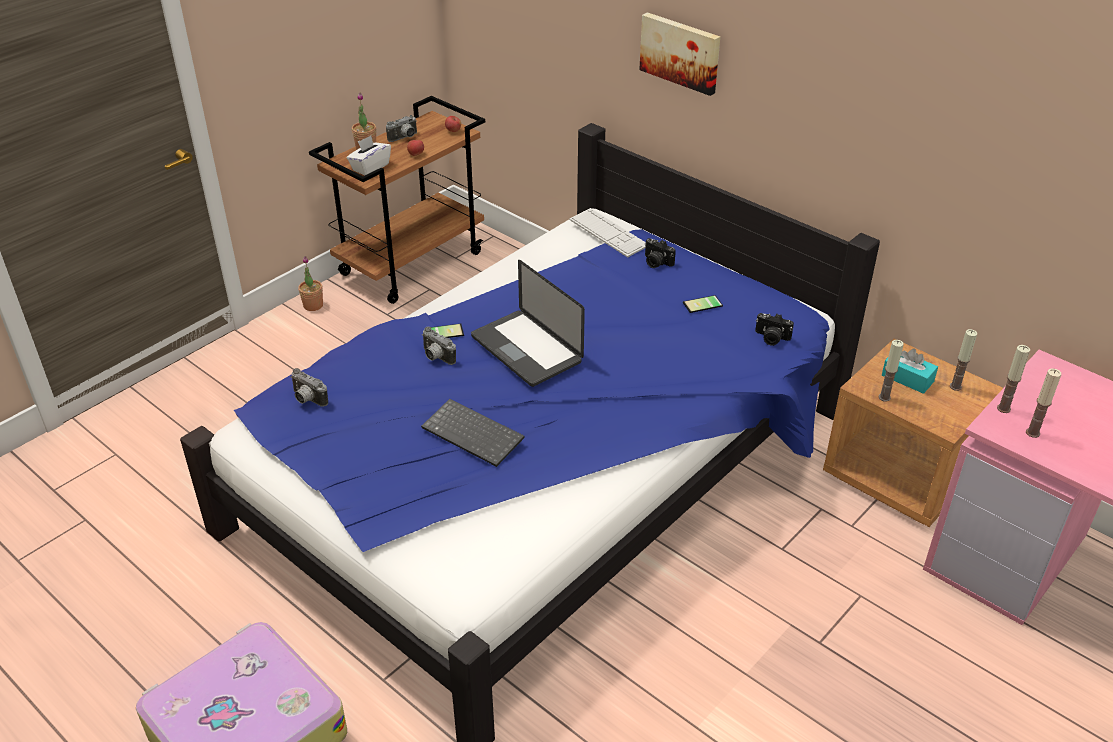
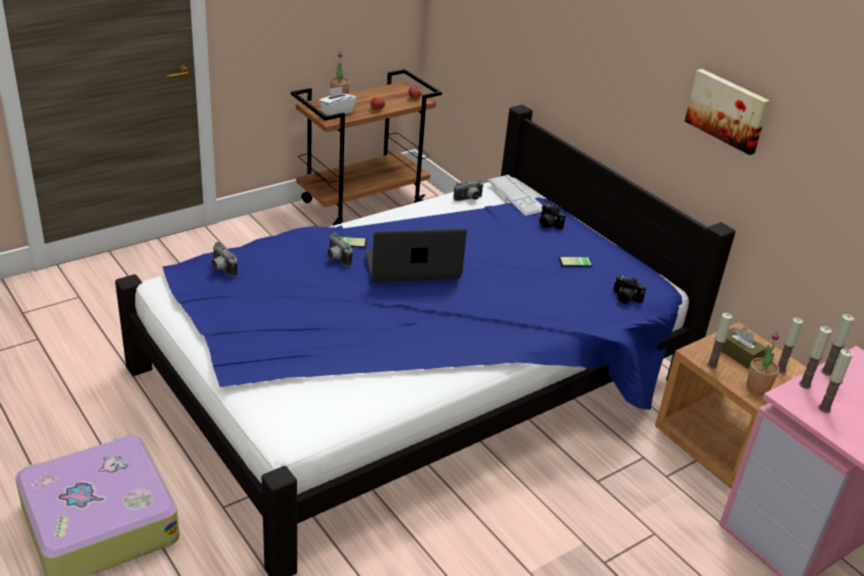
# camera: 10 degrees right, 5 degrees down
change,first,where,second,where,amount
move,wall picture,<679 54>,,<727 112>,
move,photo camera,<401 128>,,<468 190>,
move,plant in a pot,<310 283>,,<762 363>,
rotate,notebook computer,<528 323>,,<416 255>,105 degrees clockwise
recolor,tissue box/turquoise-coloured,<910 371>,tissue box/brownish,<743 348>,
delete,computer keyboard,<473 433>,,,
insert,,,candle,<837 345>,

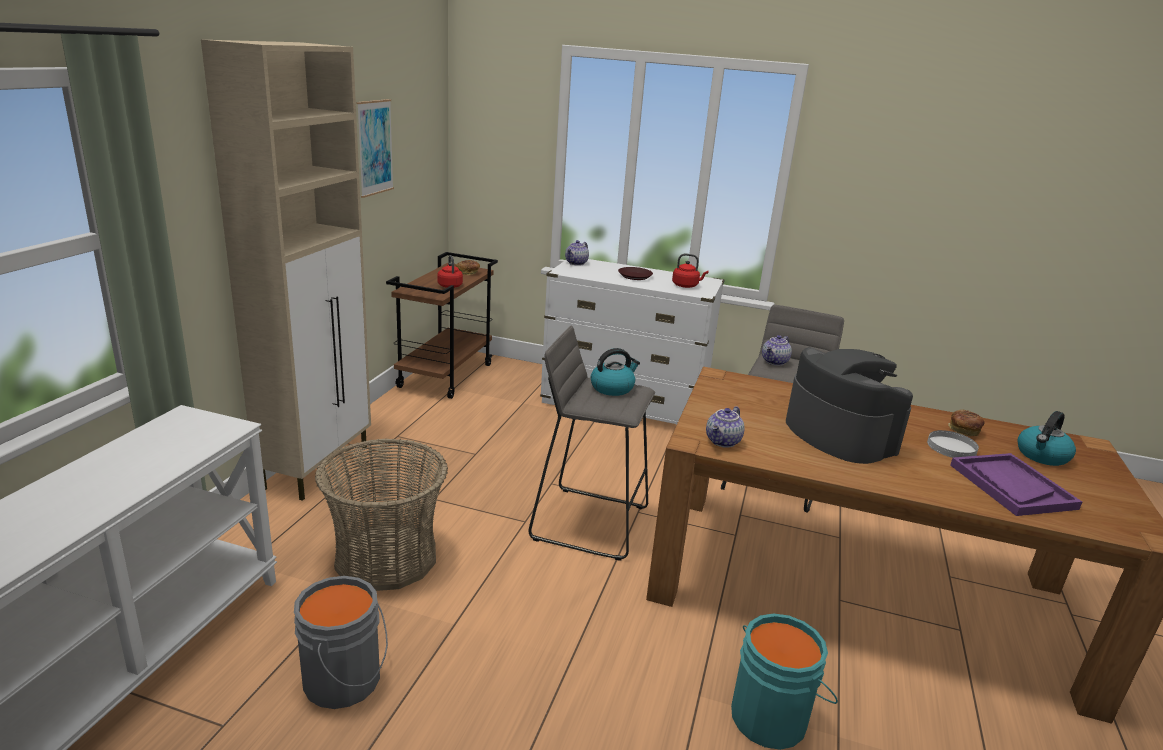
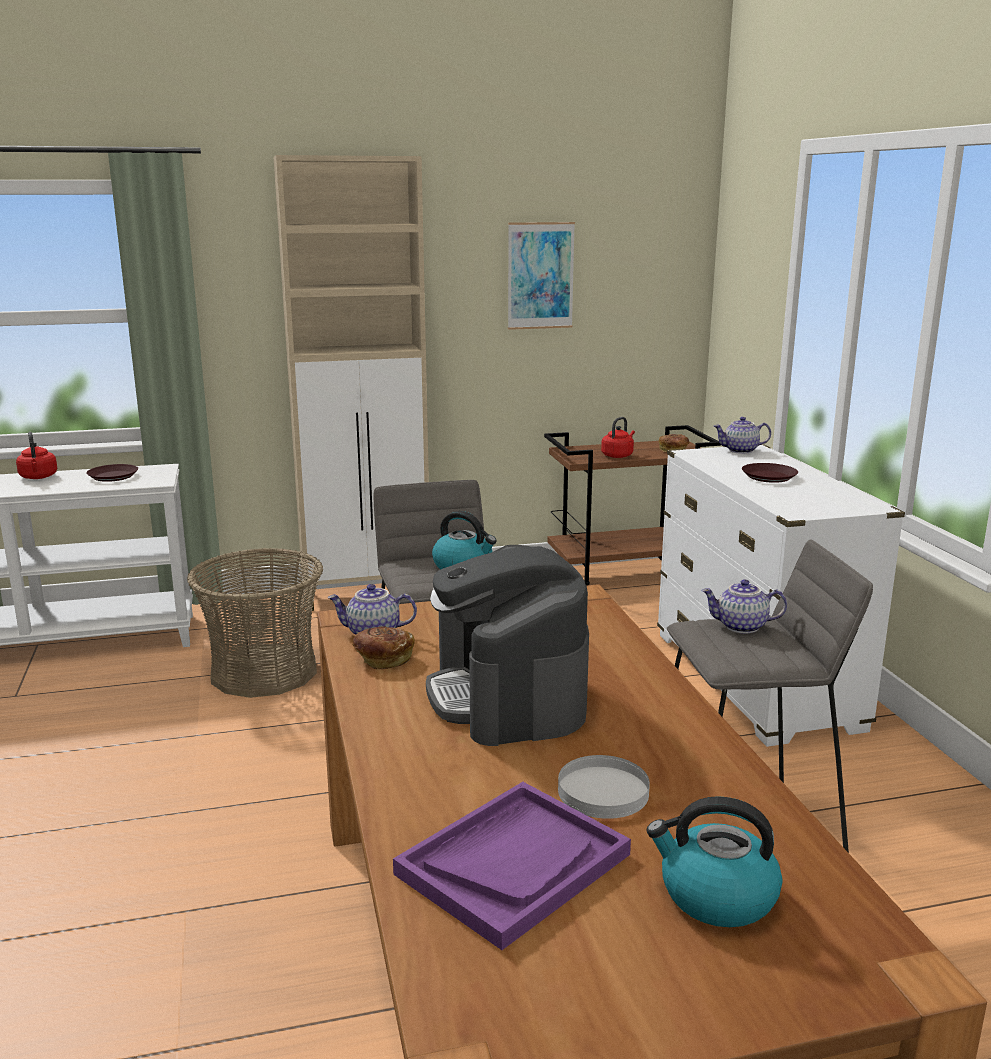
# camera: 60 degrees right, 5 degrees down
change,first,where,second,where,amount
move,tea kettle/red-coloured,<690 271>,,<36 455>,
rotate,coffee brewer,<849 405>,,<507 645>,135 degrees clockwise
move,bread,<966 423>,,<383 648>,
delete,bucket/grey,<341 642>,,,
delete,bucket/turquoise-coloured,<784 681>,,,
insert,,,flat dish/brownish,<112 473>,

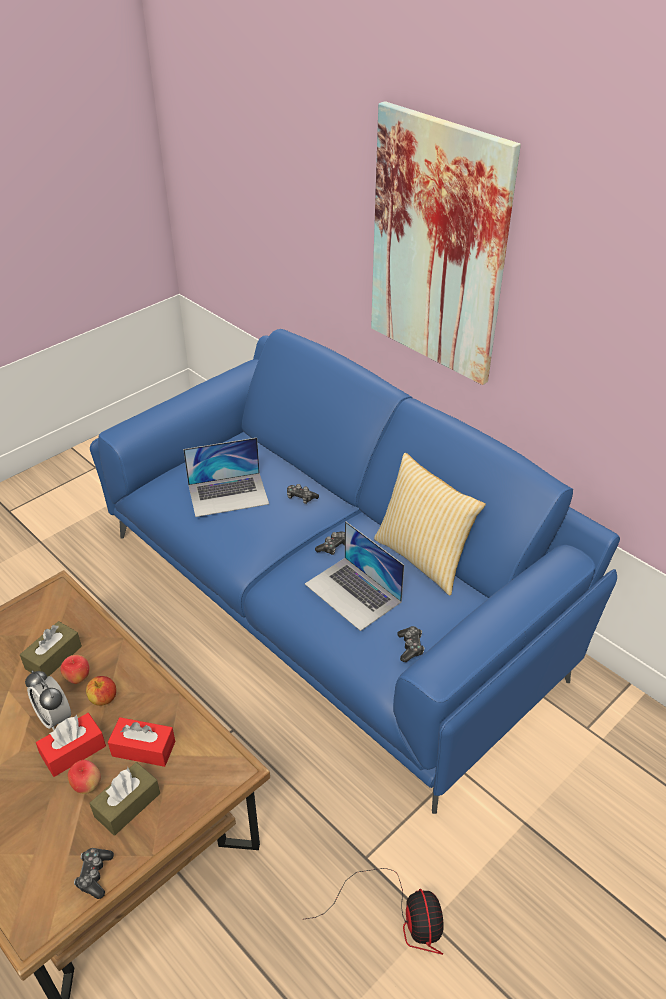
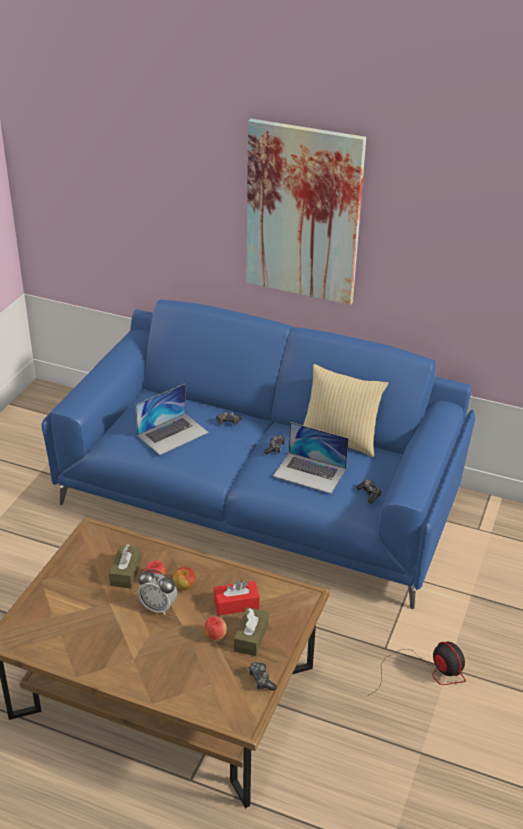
# camera: 25 degrees left, 5 degrees down
change,first,where,second,where,amount
delete,tissue box/red-coloured,<71 745>,,,

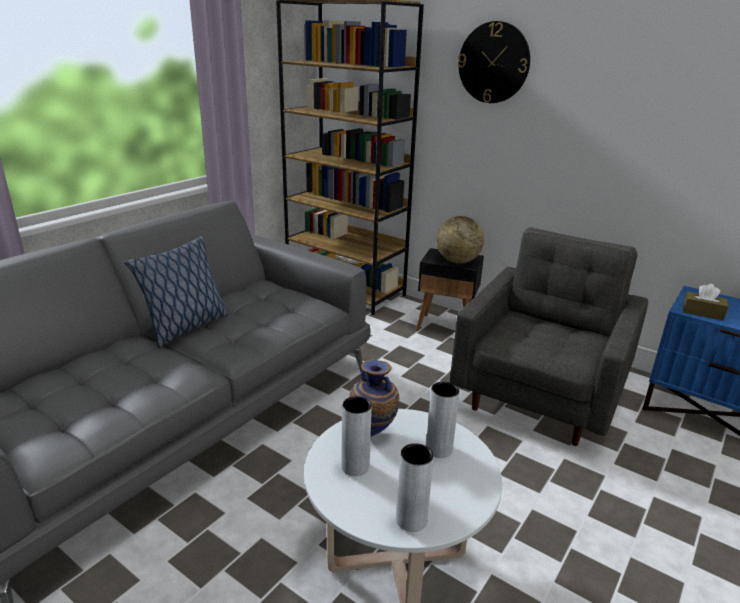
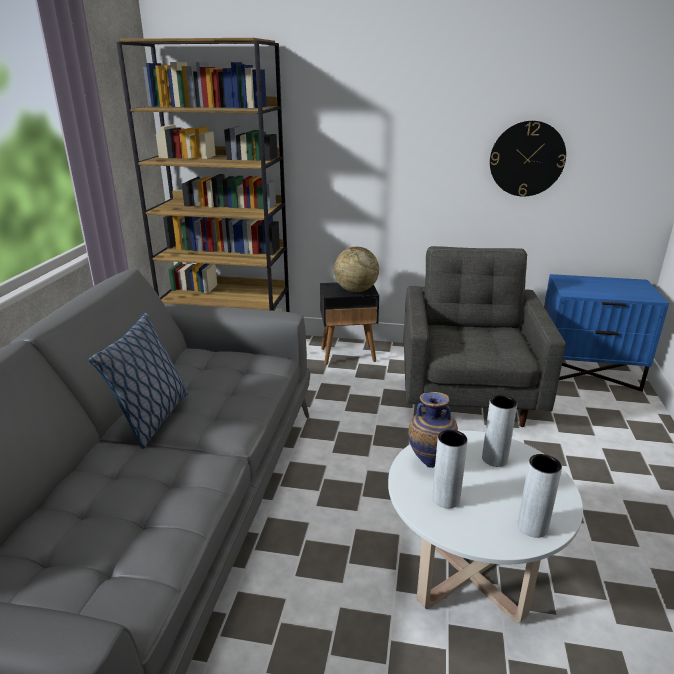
# camera: 25 degrees left, 0 degrees up
change,first,where,second,where,amount
move,clock on the wall,<494 62>,,<528 158>,
delete,tissue box/brownish,<706 302>,,,

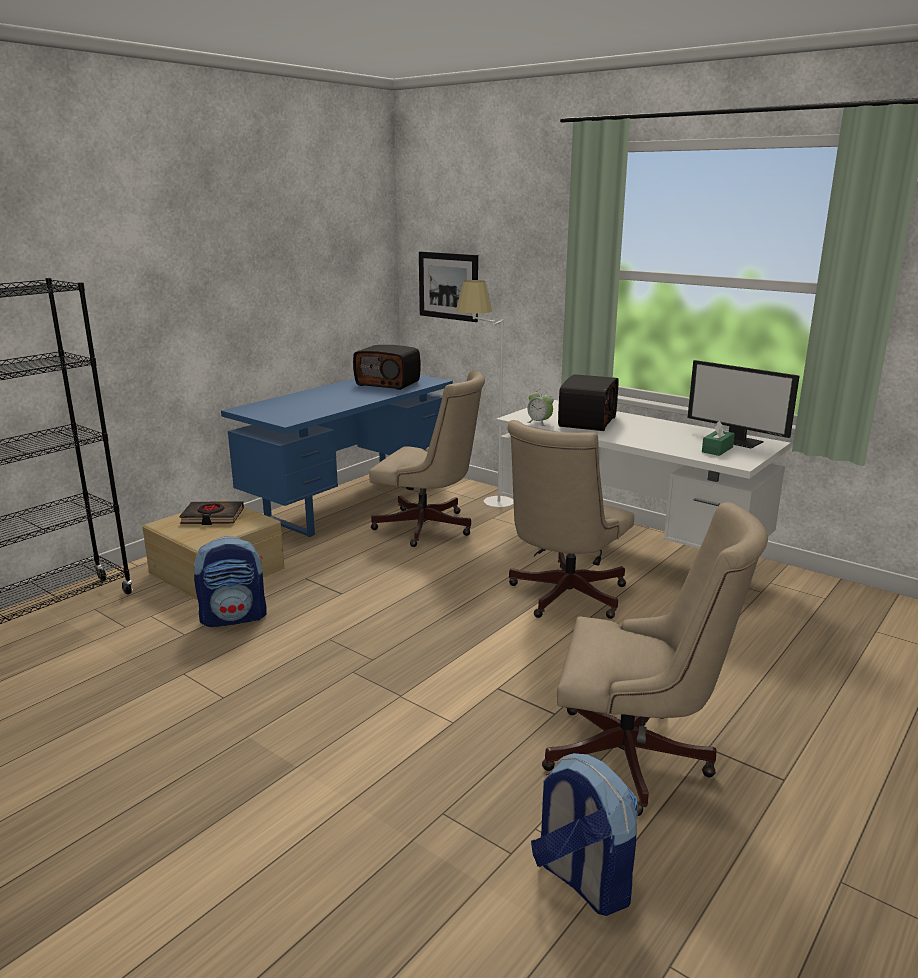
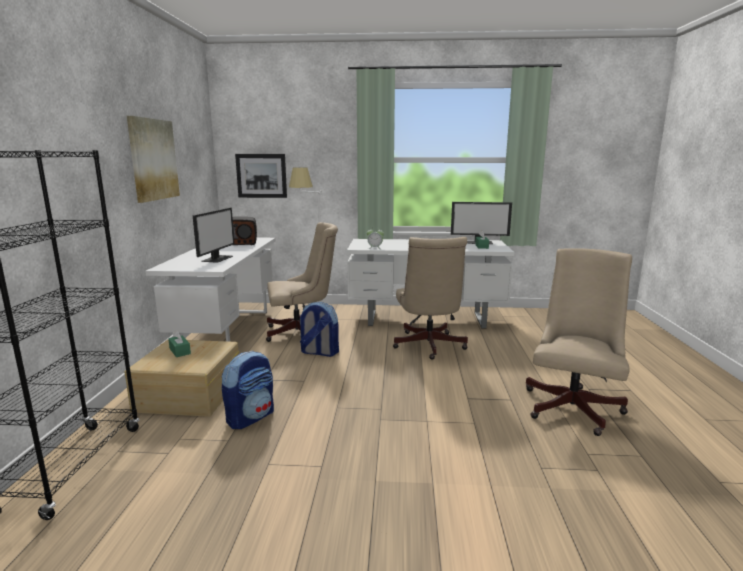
# camera: 35 degrees left, 5 degrees down
change,first,where,second,where,amount
delete,radio receiver,<588 402>,,,
recolor,desk/blue,<337 456>,desk/white,<210 289>,
replace,bound book/black,<211 513>,tissue box/green-coloured,<179 343>,
rotate,office chair/beige-coloured,<655 659>,,<579 342>,45 degrees counterclockwise
move,rucksack,<584 834>,,<319 329>,
insert,,,wall picture,<153 159>,
insert,,,computer screen,<213 235>,

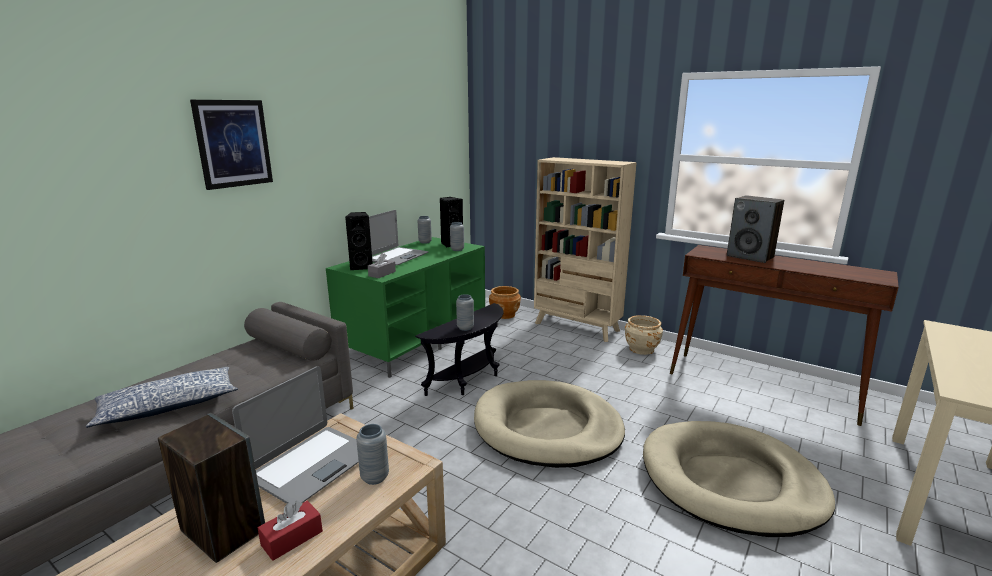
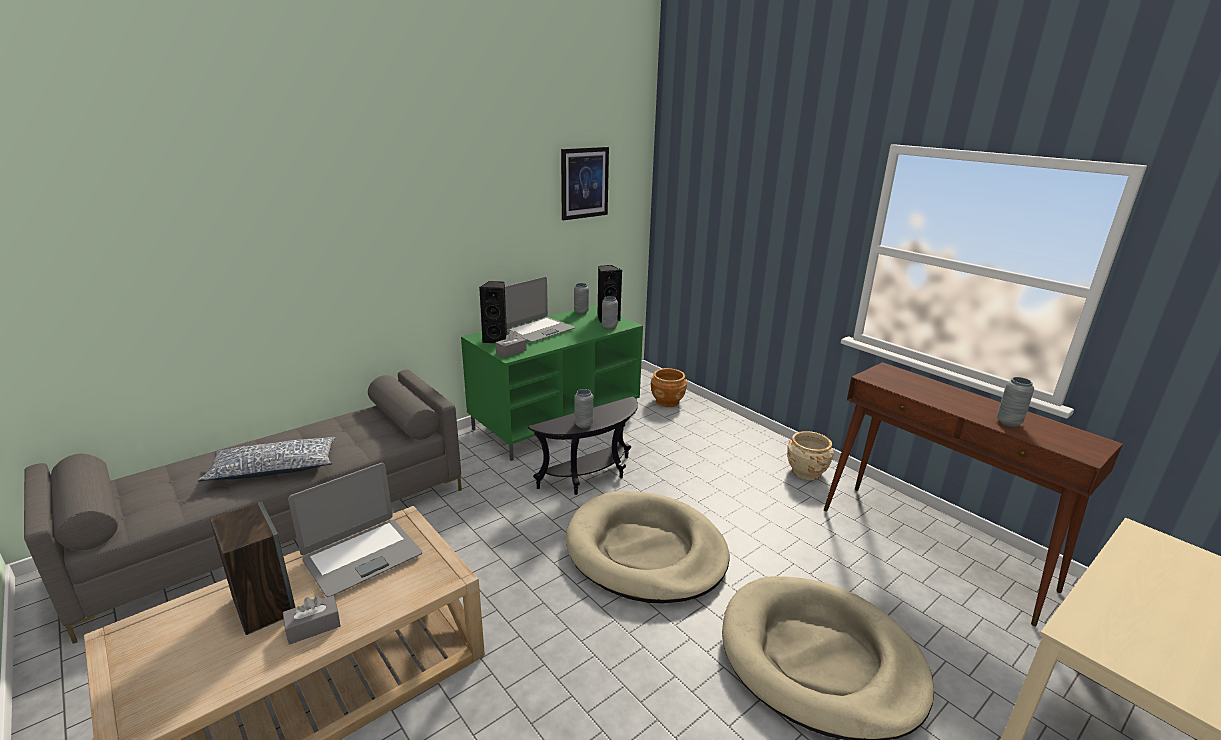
# camera: 15 degrees right, 5 degrees up
change,first,where,second,where,amount
move,wall picture,<231 145>,,<585 183>,
delete,bookshelf/beige-coloured,<585 249>,,,
delete,loudspeaker,<755 229>,,,
move,vase/grey,<372 454>,,<1015 402>,
recolor,tissue box/red-coloured,<290 531>,tissue box/grey,<311 620>,

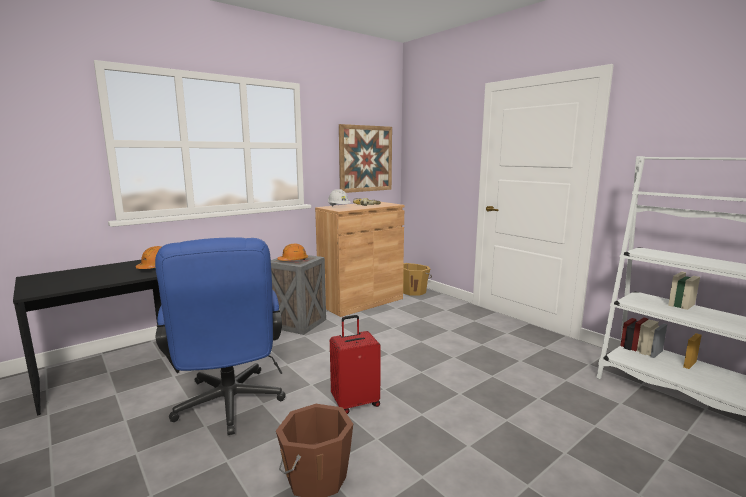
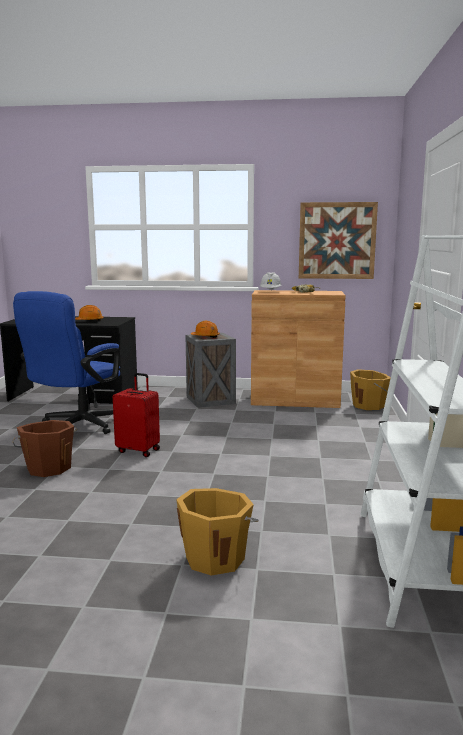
# camera: 45 degrees right, 0 degrees up
change,first,where,second,where,amount
insert,,,bucket/orange,<217 531>,

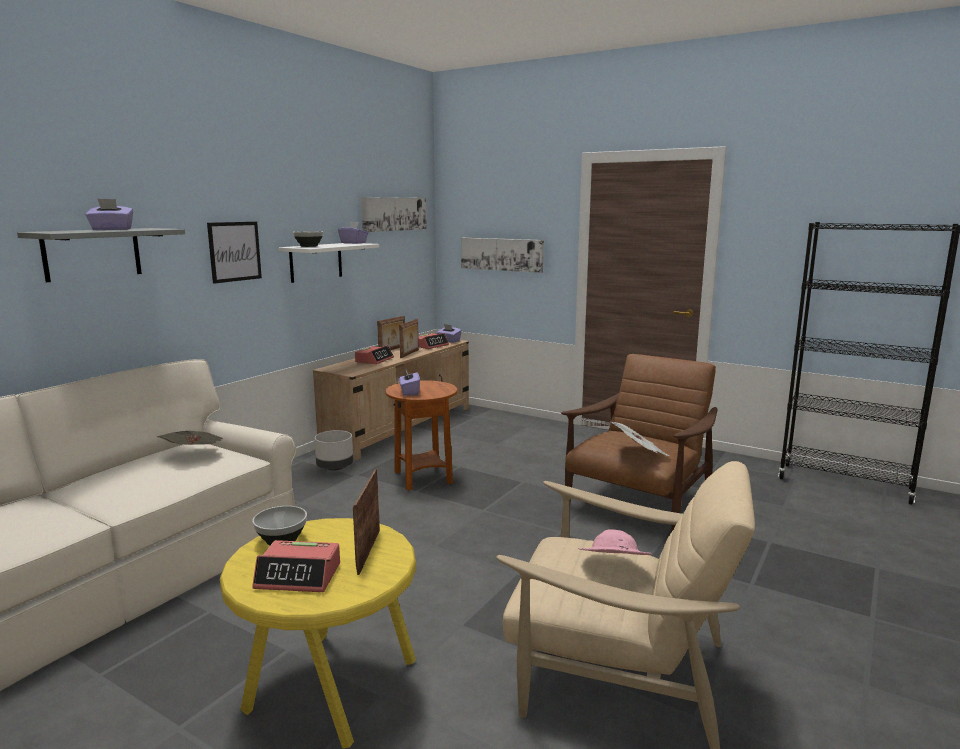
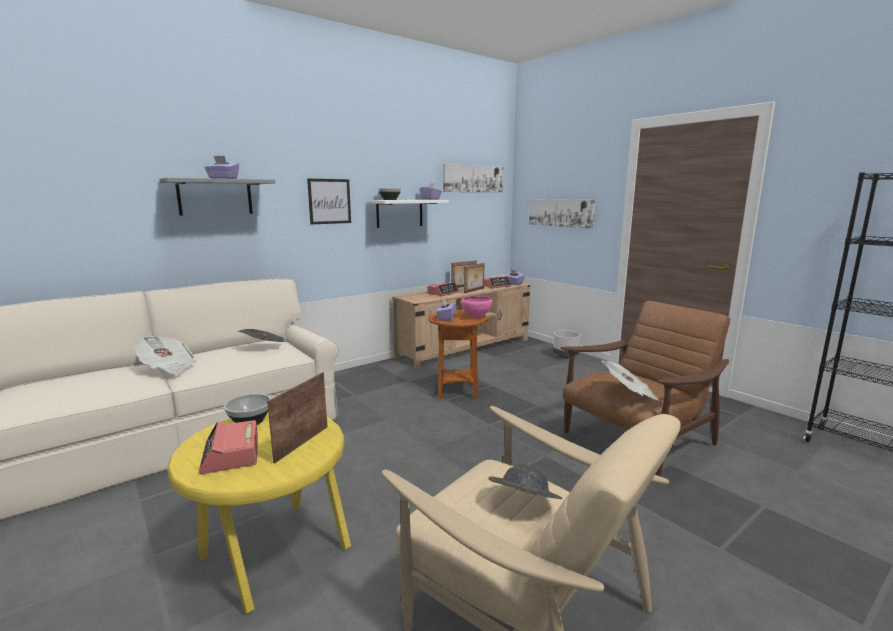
# camera: 20 degrees right, 0 degrees up
change,first,where,second,where,amount
move,flower pot/grey,<333 450>,,<567 344>,
recolor,hat/pink,<615 542>,hat/grey,<525 481>,
rotate,table clock,<296 566>,,<228 447>,45 degrees clockwise
insert,,,bowl/pink,<477 307>,
insert,,,daily paper,<165 355>,

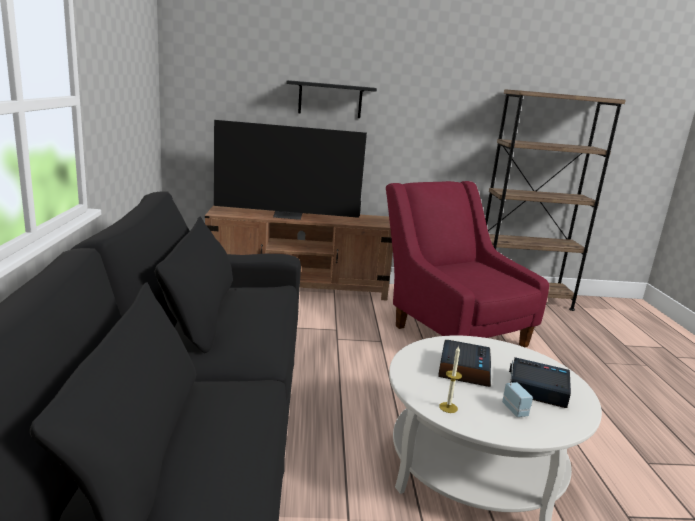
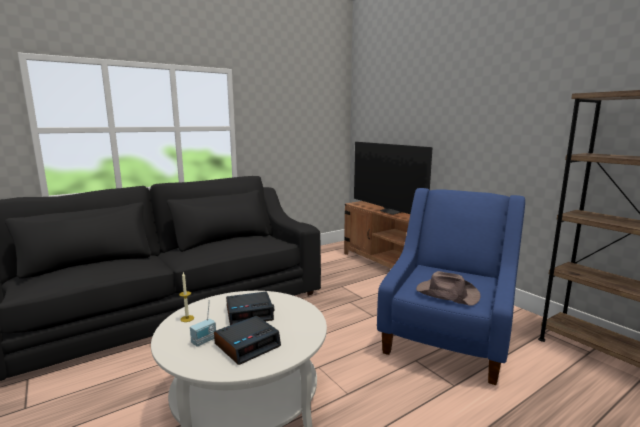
# camera: 60 degrees right, 5 degrees down
change,first,where,second,where,amount
delete,wall shelf/black,<331 99>,,,
recolor,lounge chair/red-coloured,<467 264>,lounge chair/blue,<451 286>,
rotate,table clock,<540 382>,,<247 340>,60 degrees clockwise
insert,,,hat/brownish,<448 288>,

